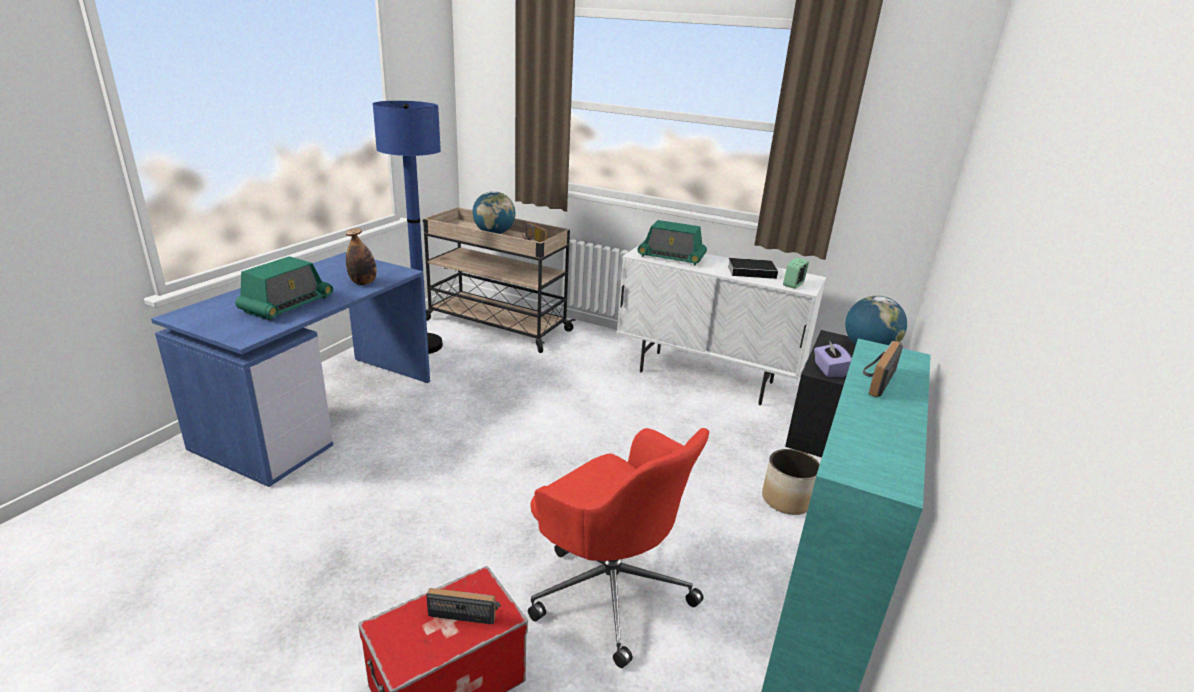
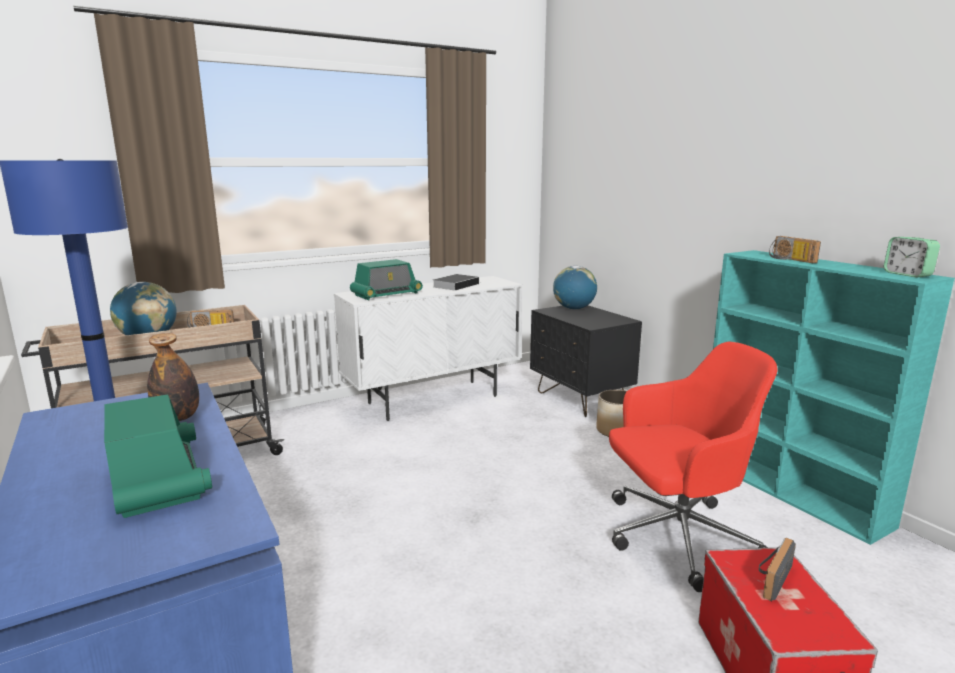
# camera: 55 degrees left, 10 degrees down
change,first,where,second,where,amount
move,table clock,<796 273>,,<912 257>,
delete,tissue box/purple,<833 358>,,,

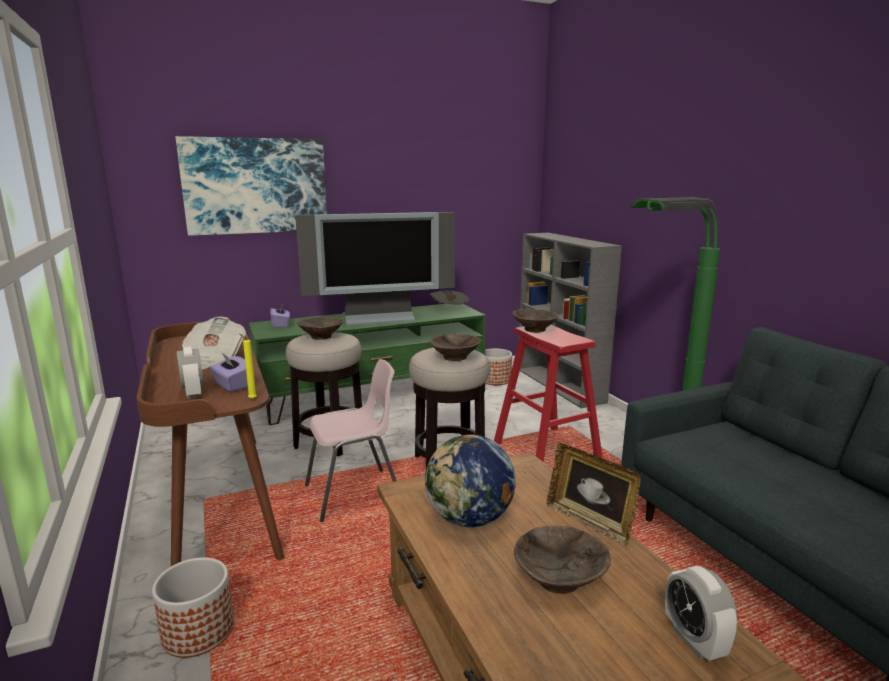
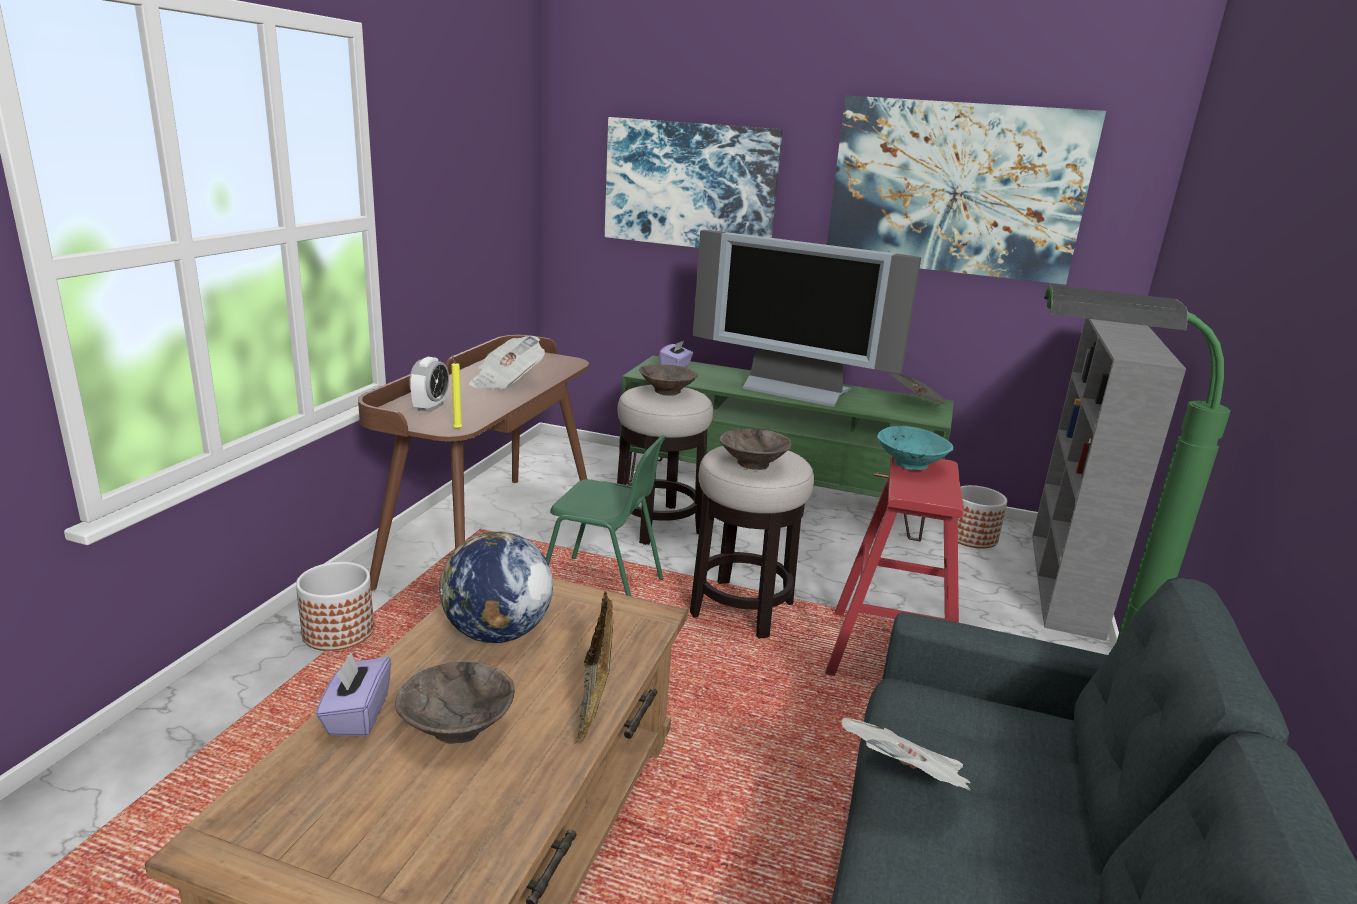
# camera: 40 degrees right, 5 degrees up
change,first,where,second,where,amount
recolor,bowl/brownish,<535 321>,bowl/turquoise-coloured,<915 448>,
move,tissue box/purple,<229 372>,,<353 694>,
recolor,upright chair/pink,<351 440>,upright chair/green-coloured,<606 515>,
delete,table clock,<701 613>,,,
insert,,,wall picture,<966 190>,
insert,,,daily paper,<906 753>,

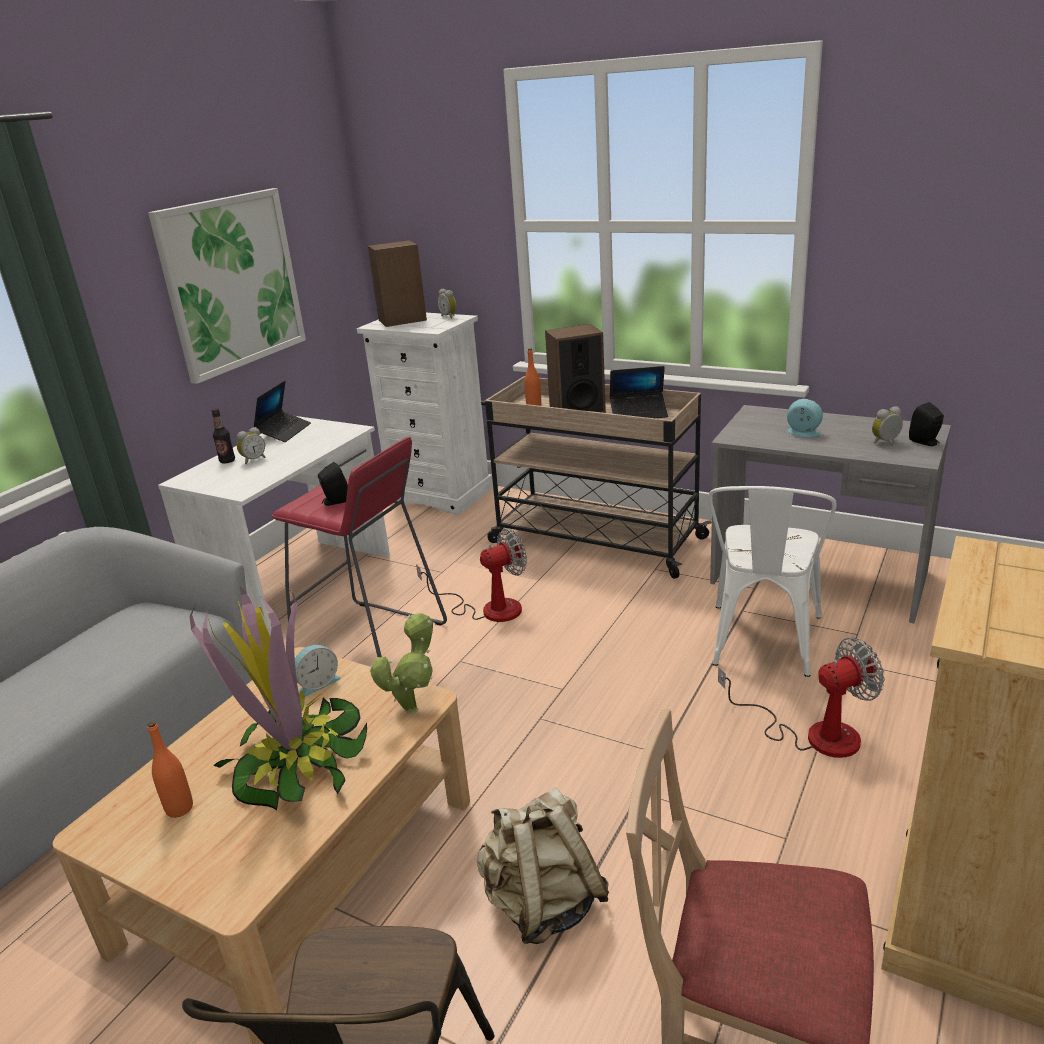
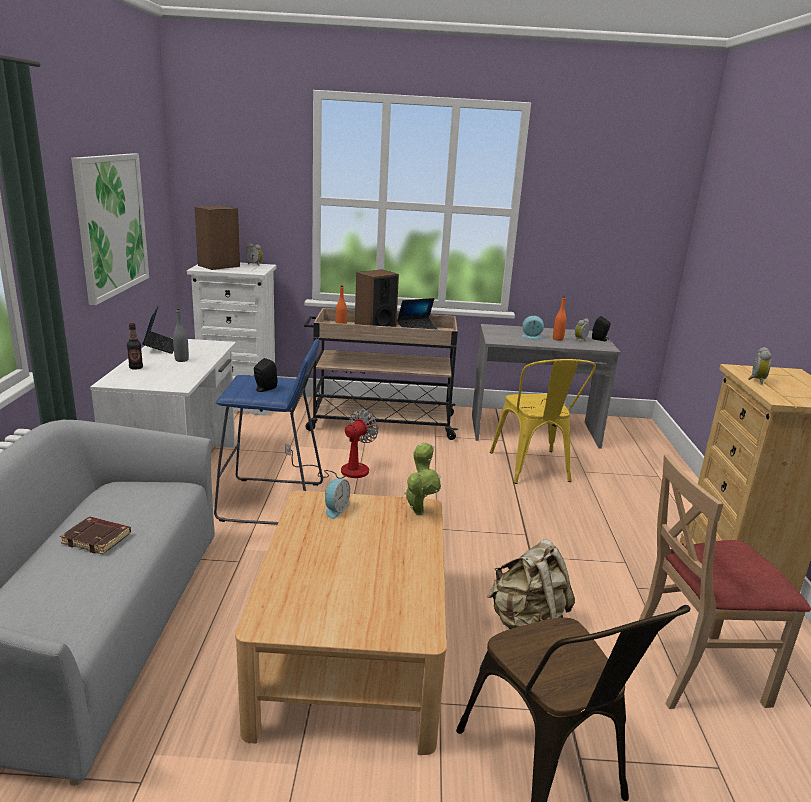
# camera: 30 degrees left, 5 degrees down
change,first,where,second,where,amount
move,table clock,<251 445>,,<760 366>,
recolor,stool seat/red-coloured,<359 547>,stool seat/blue,<268 432>,
recolor,upright chair/white,<772 581>,upright chair/yellowish,<543 421>,
delete,plant in a pot,<278 698>,,,
delete,fan,<801 698>,,,
move,bottle/orange,<170 769>,,<559 318>,
insert,,,bottle/grey,<181 335>,
insert,,,bound book/brownish,<95 535>,

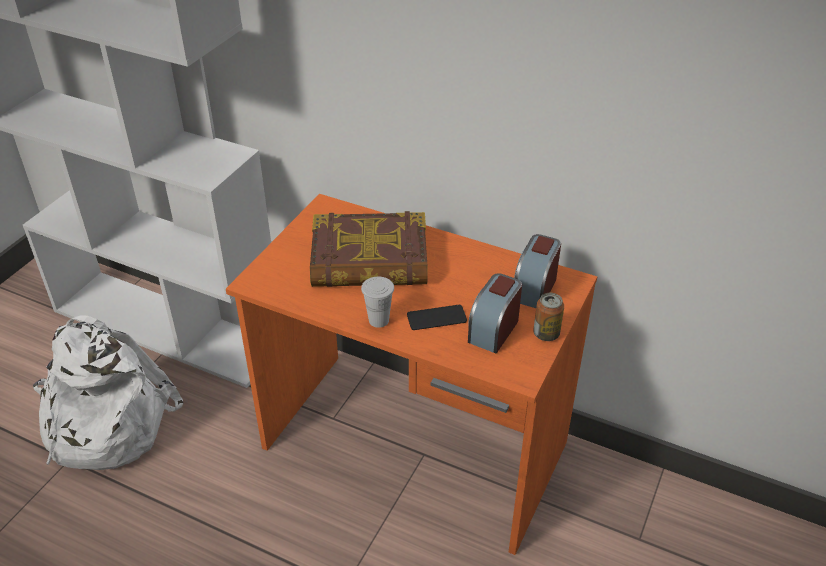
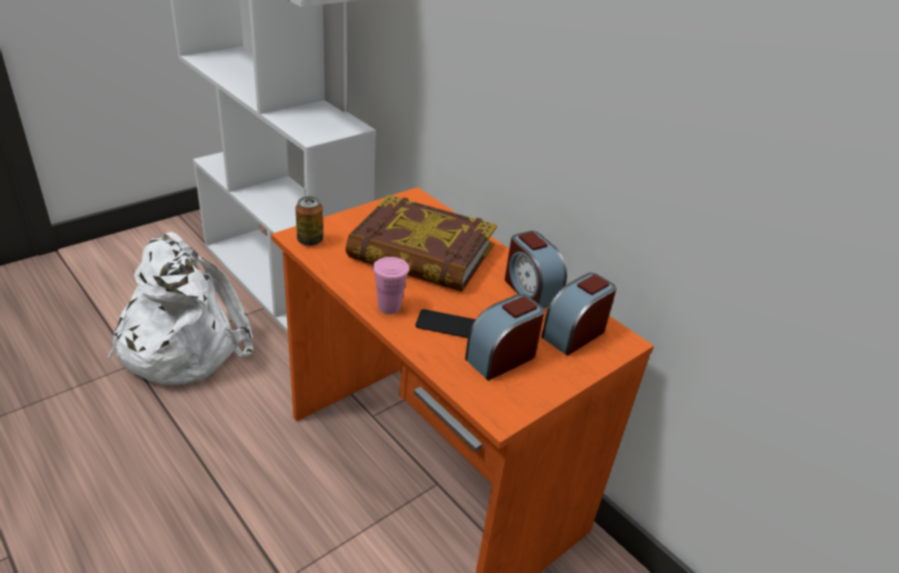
# camera: 20 degrees right, 5 degrees down
change,first,where,second,where,amount
recolor,drinking cup/white,<377 302>,drinking cup/pink,<391 285>,
move,metal can,<548 317>,,<309 221>,
insert,,,table clock,<536 269>,

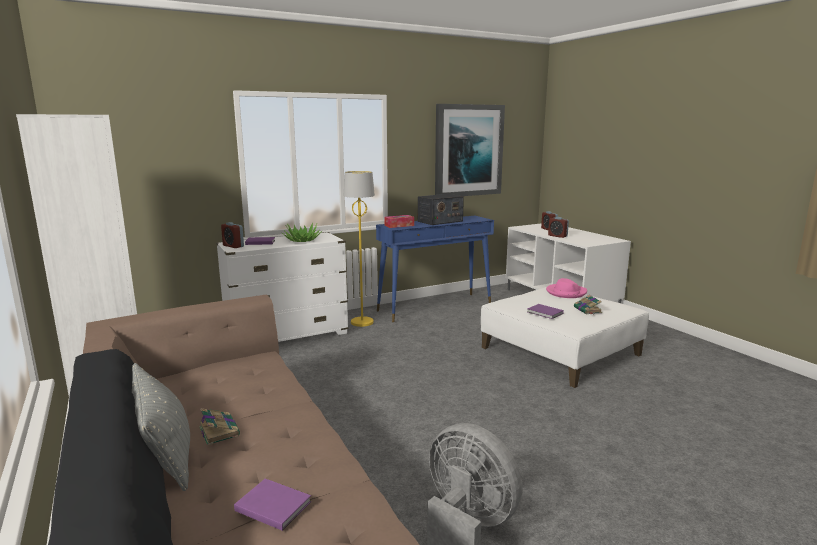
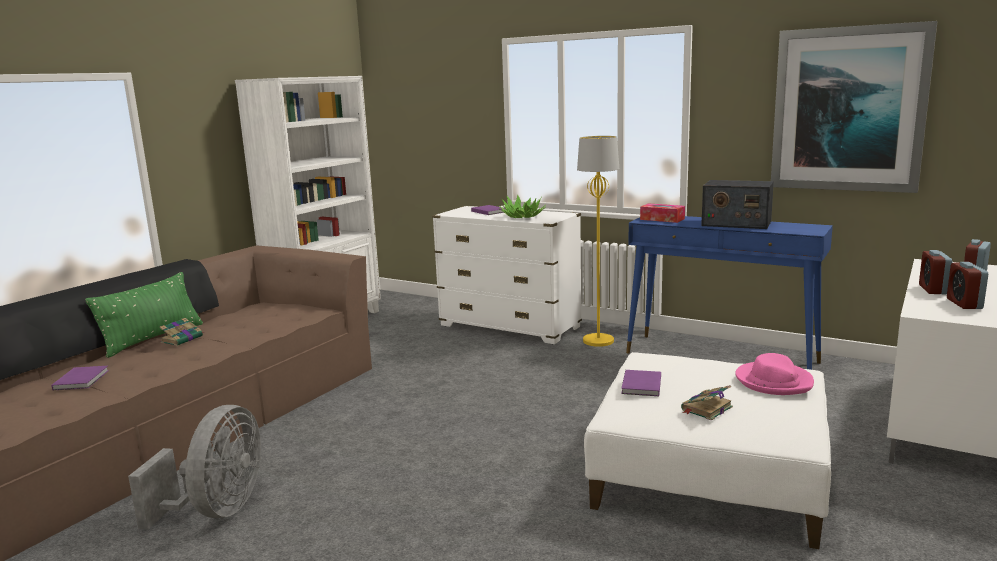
# camera: 60 degrees right, 0 degrees up
change,first,where,second,where,amount
move,table clock,<232 235>,,<967 285>,
recolor,cushion/grey,<161 427>,cushion/green-coloured,<144 315>,

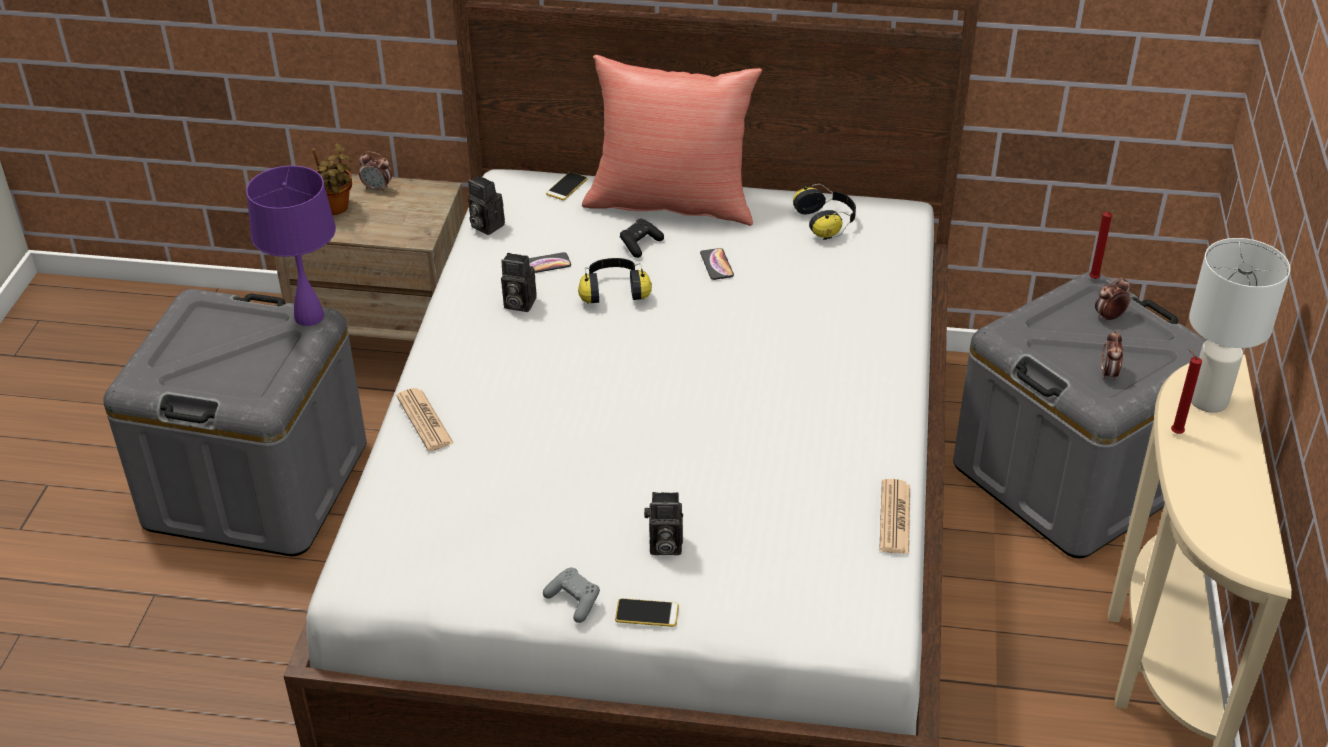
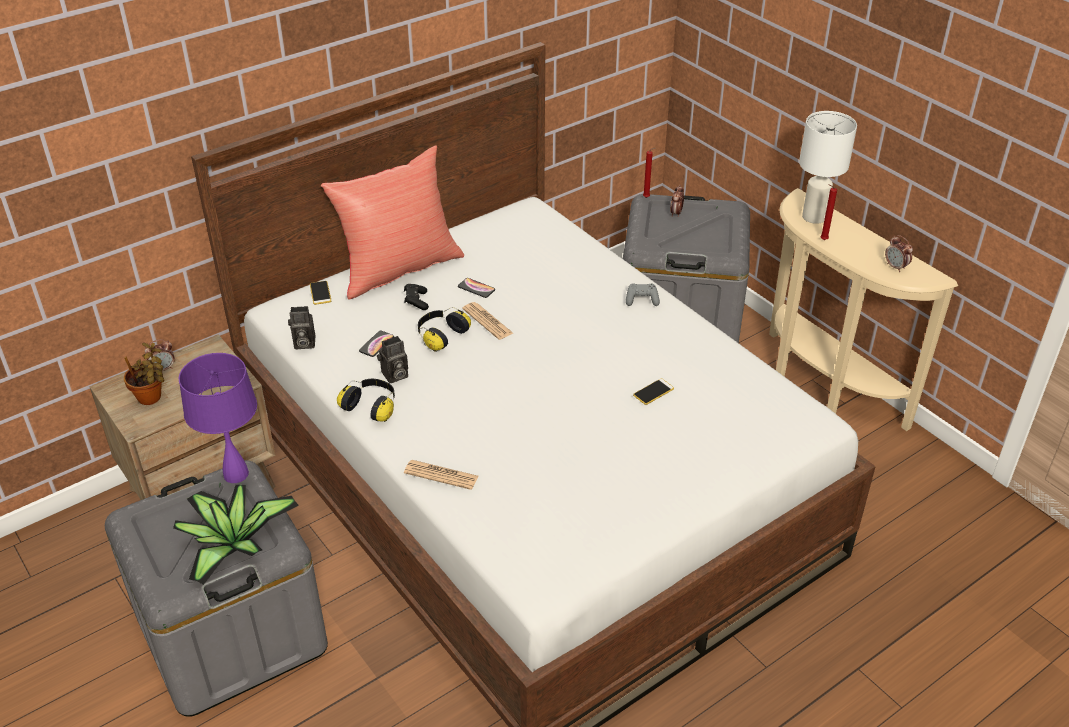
# camera: 45 degrees left, 0 degrees up
change,first,where,second,where,amount
move,headset,<824 212>,,<366 400>,
move,table clock,<1112 355>,,<899 253>,
move,daily paper,<894 516>,,<487 321>,
delete,photo camera,<663 523>,,,
move,joypad/grey,<571 595>,,<643 295>,
move,phone,<647 612>,,<653 392>,
insert,,,plant in a pot,<236 535>,

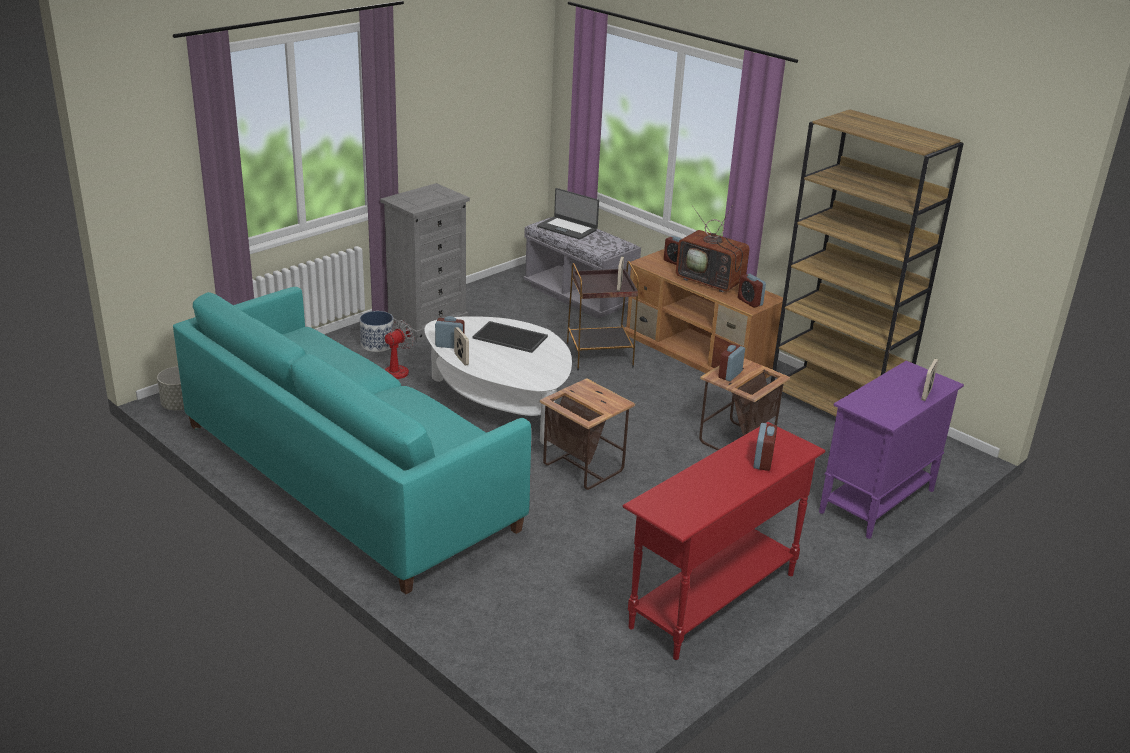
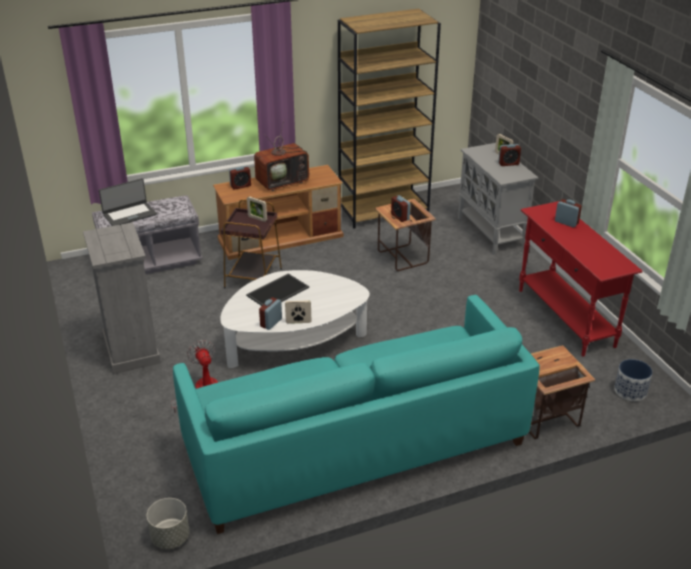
# camera: 65 degrees left, 5 degrees up
change,first,where,second,where,amount
move,table clock,<752 290>,,<509 155>,
move,flower pot,<377 331>,,<633 380>,
recolor,cabinet/purple,<891 450>,cabinet/grey,<498 199>,
move,end table,<587 434>,,<562 392>,

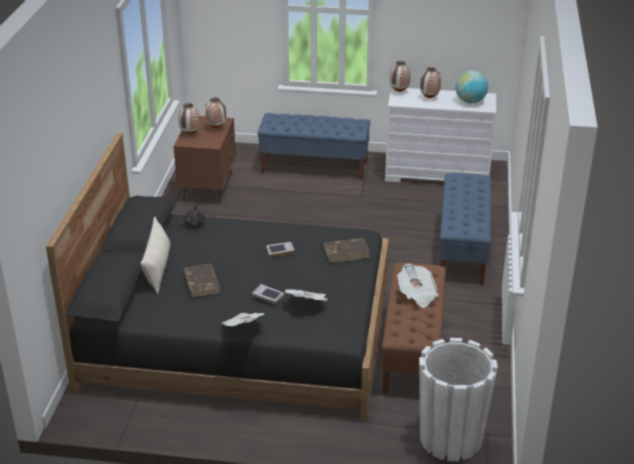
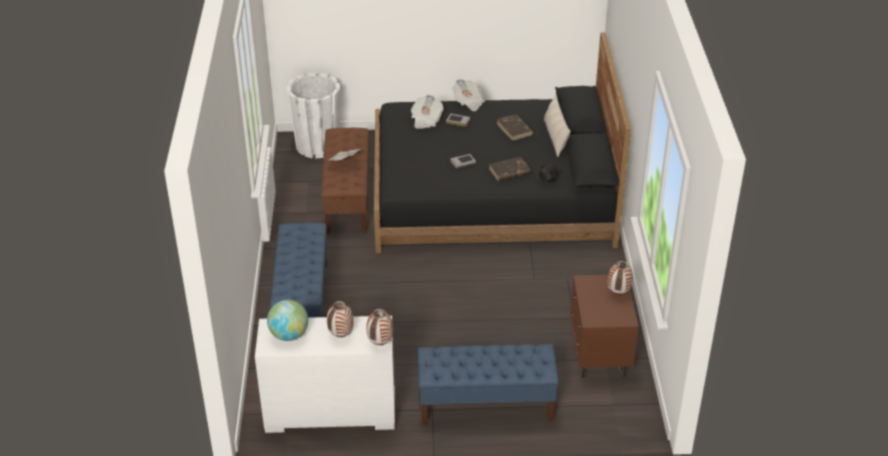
# camera: 170 degrees right, 5 degrees up
change,first,where,second,where,amount
delete,vase,<215 113>,,,
move,bound book/brownish,<347 250>,,<510 169>,

